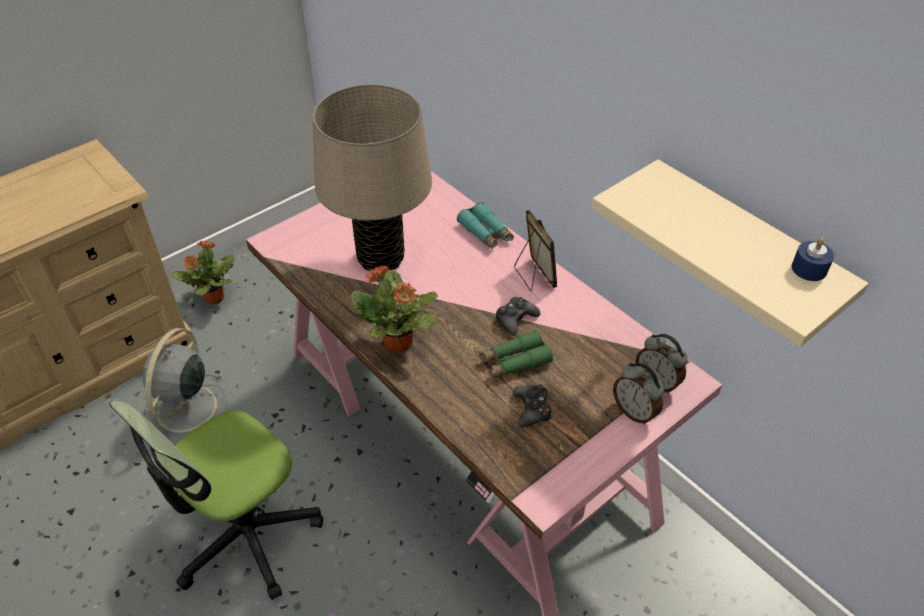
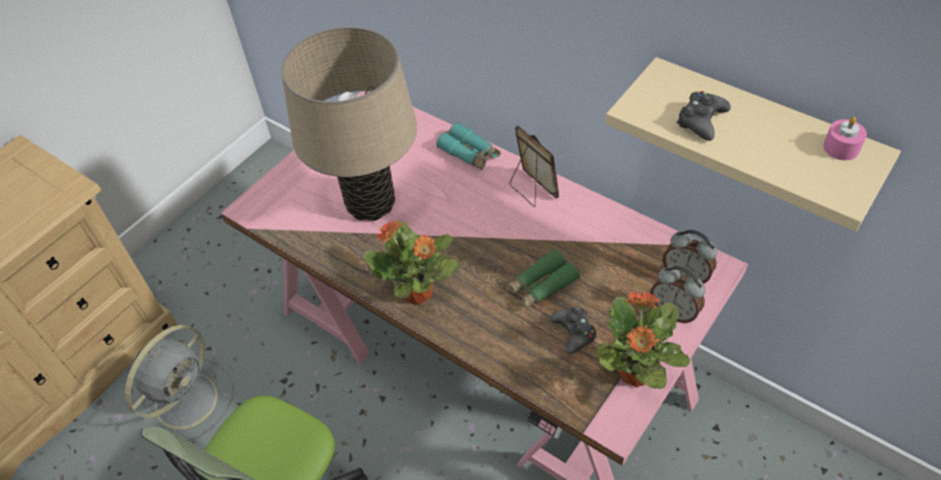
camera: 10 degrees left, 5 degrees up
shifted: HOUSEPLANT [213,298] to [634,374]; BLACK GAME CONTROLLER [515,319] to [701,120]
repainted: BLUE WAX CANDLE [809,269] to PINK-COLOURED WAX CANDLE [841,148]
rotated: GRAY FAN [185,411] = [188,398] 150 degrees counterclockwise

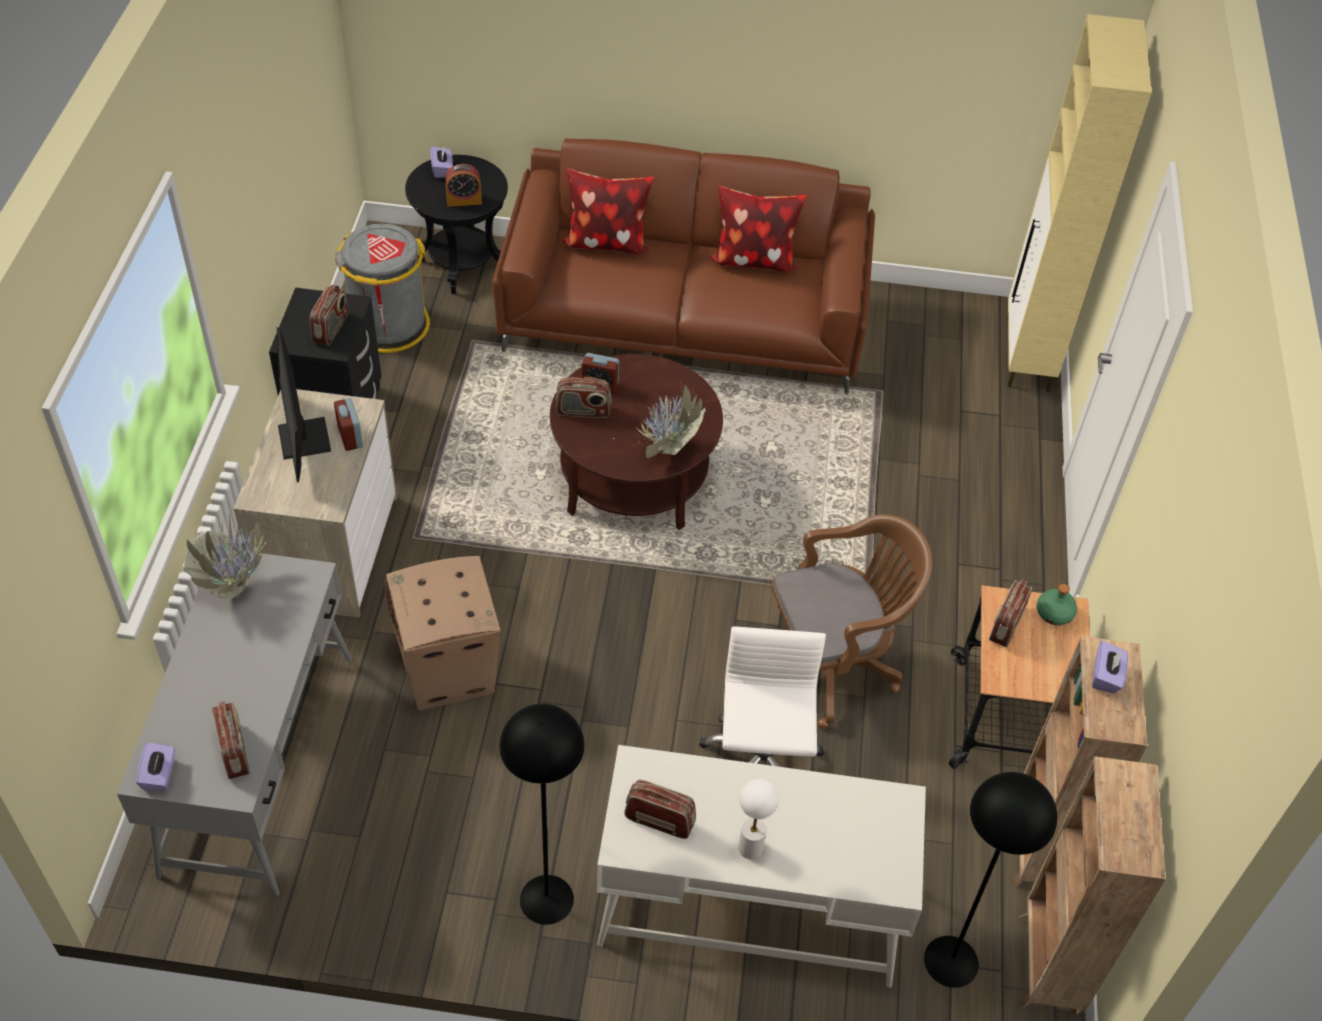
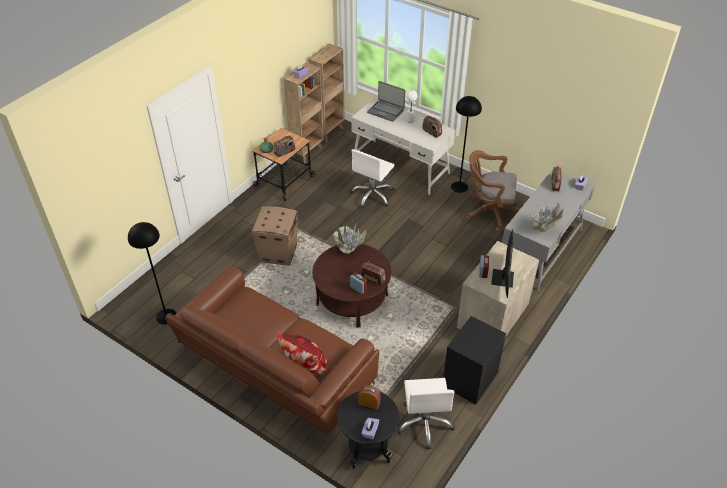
camera: 150 degrees left, 5 degrees down
gone: SAND-COLOURED STORAGE CABINET [1027,355]; THROW PILLOW [753,259]; RADIO [331,329]
new: NOTEBOOK COMPUTER [386,111]
shifted: BROWN-COLOURED OFFICE CHAIR [833,663] to [489,211]; PACKING BOX [449,671] to [278,253]; BLACK STANDARD LAMP [951,960] to [166,316]
swapped: GRAY TRASH CAN [388,325] to WHITE-COLOURED OFFICE CHAIR [425,423]

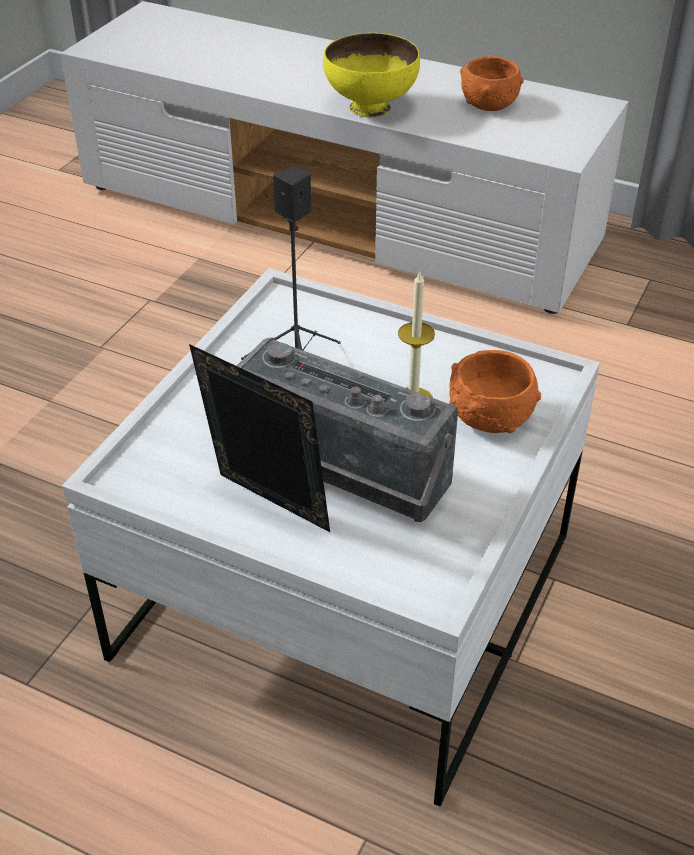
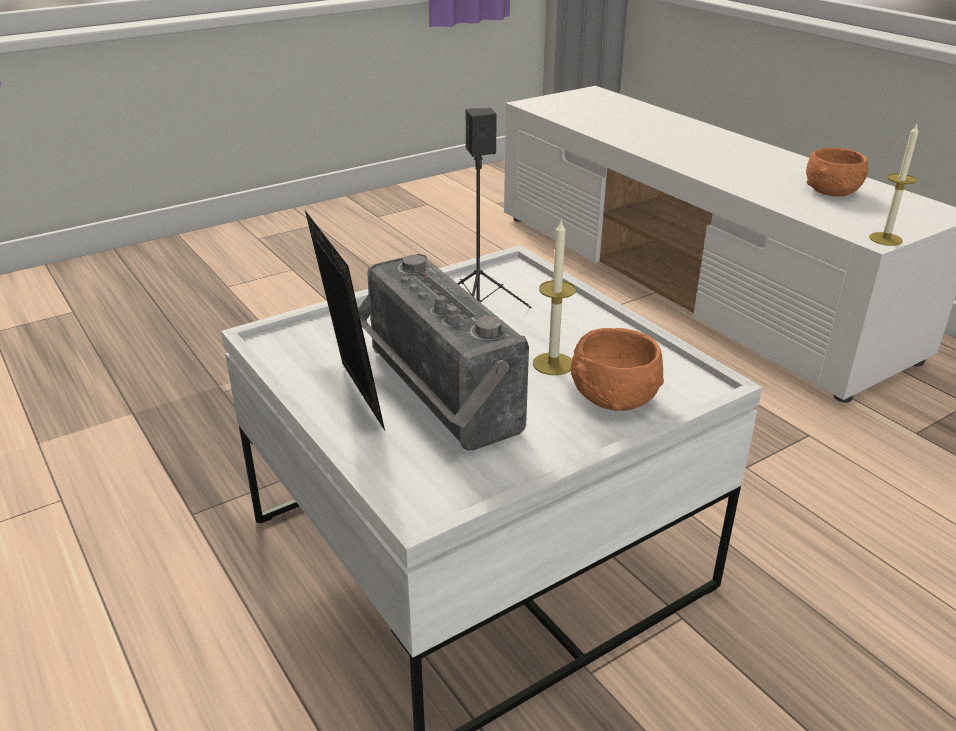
camera: 30 degrees right, 10 degrees down
gone: YELLOWISH DEEP DISH [371,108]
new: WAX CANDLE [885,239]

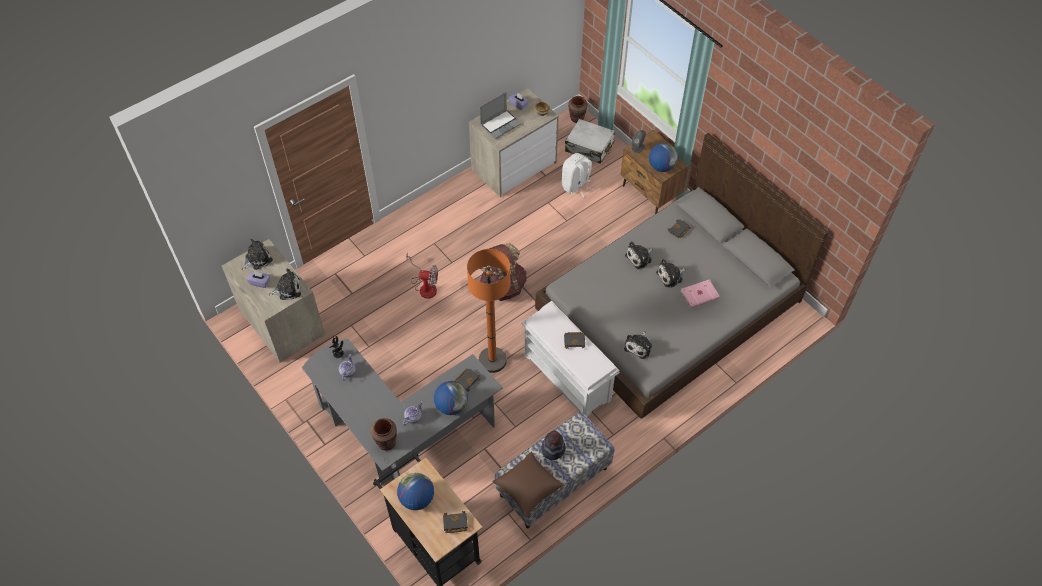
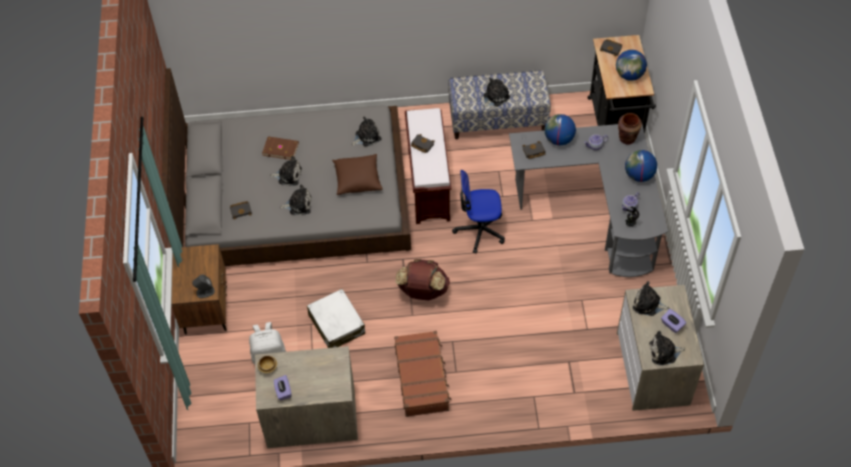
camera: 145 degrees left, 0 degrees up
gone: NOTEBOOK COMPUTER [500,124]; BROWN-COLOURED VASE [577,118]; FAN [425,286]
new: BROWN-COLOURED PIECE OF LUGGAGE [422,378]
shifted: WHITE-COLOURED PIECE OF LUGGAGE [589,147] to [336,324]; GLOBE [661,167] to [639,175]; BROWN-COLOURED THROW PILLOW [528,488] to [357,180]
swapped: ORANGE-COLOURED STANDARD LAMP [492,360] to OFFICE CHAIR [479,230]; CLOTHING HAT [553,449] to CUDDLY TOY [495,97]
repainted: PINK-COLOURED BOUND BOOK [700,295] to BROWN-COLOURED BOUND BOOK [280,148]; WHITE-COLOURED INDOOR BENCH [568,378] to BROWN-COLOURED INDOOR BENCH [428,184]

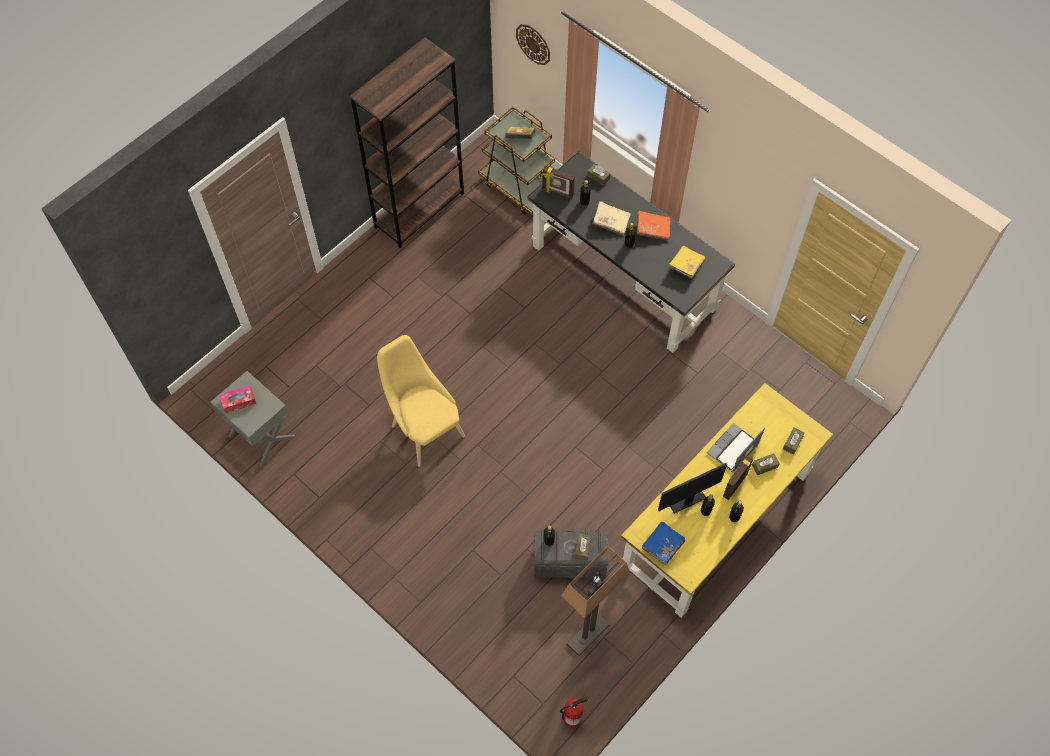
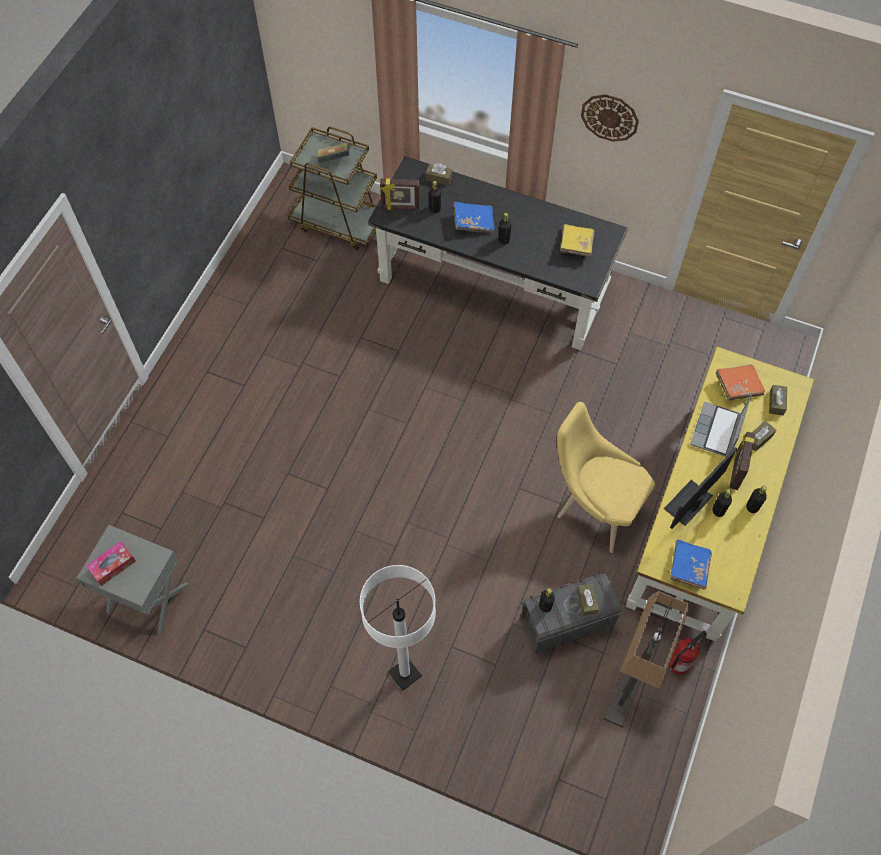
camera: 20 degrees left, 0 degrees up
gone: BROWN-COLOURED SHELVING UNIT [419,210]
new: WHITE-COLOURED STANDARD LAMP [405,674]
shifted: HANGING CLOCK [533,44] to [609,117]; ORANGE-COLOURED BOUND BOOK [652,229] to [738,386]; YELLOWISH UPRIGHT CHAIR [424,428] to [594,507]; FIRE-FIGHTING CYLINDER [573,717] to [678,663]
repainted: SAND-COLOURED BOUND BOOK [610,222] to BLUE BOUND BOOK [473,222]

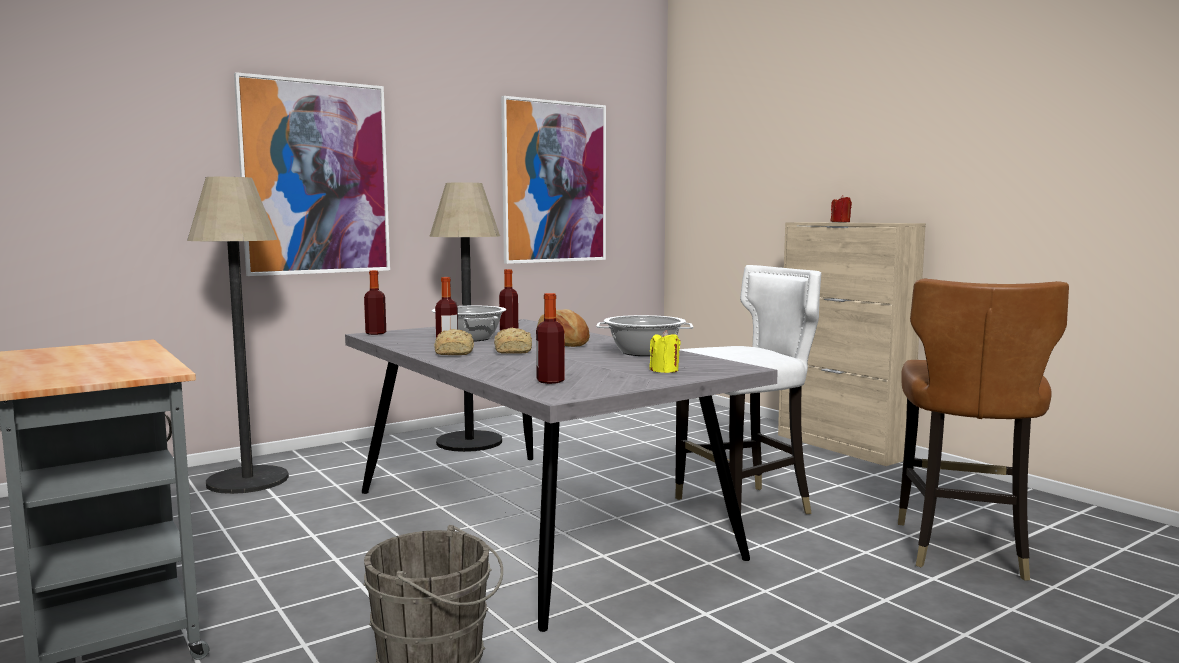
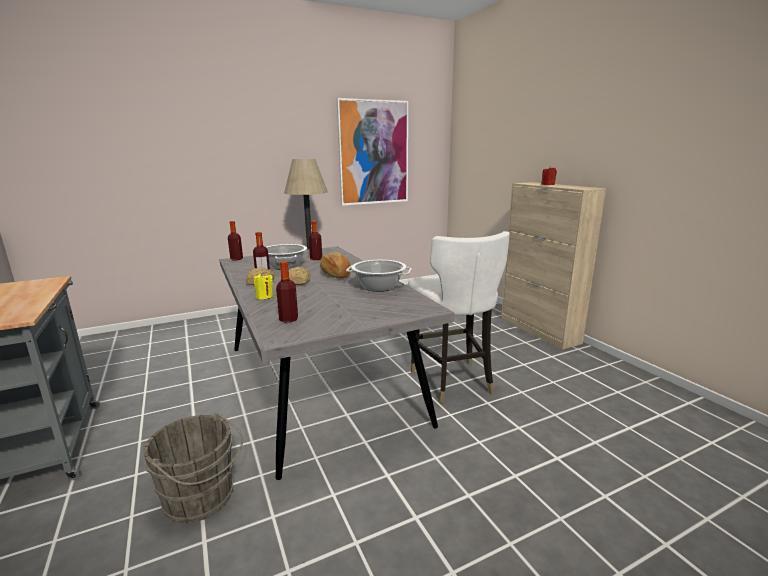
camera: 10 degrees right, 10 degrees up
gone: WALL PICTURE [316,178]; STANDARD LAMP [247,480]; BROWN-COLOURED UPRIGHT CHAIR [963,548]
shifted: YELLOWISH WAX CANDLE [664,370] to [264,296]
rotated: WHITE-COLOURED UPRIGHT CHAIR [742,508] = [452,380] 90 degrees clockwise

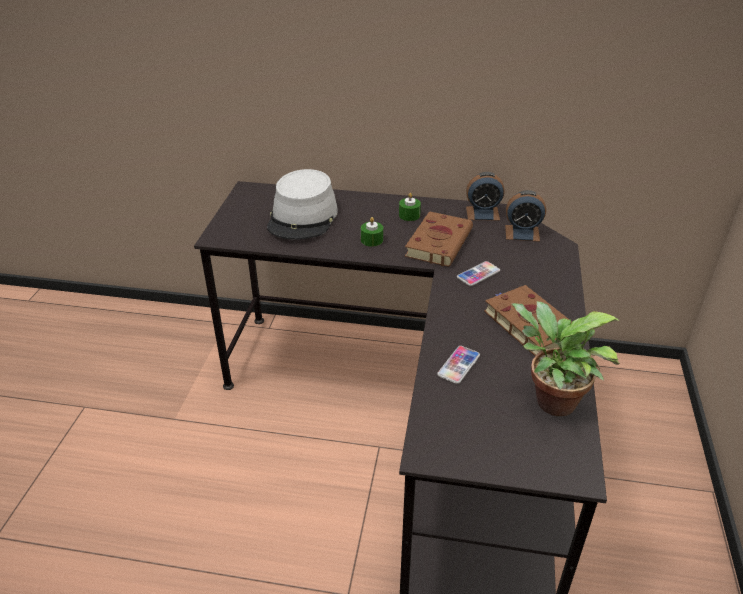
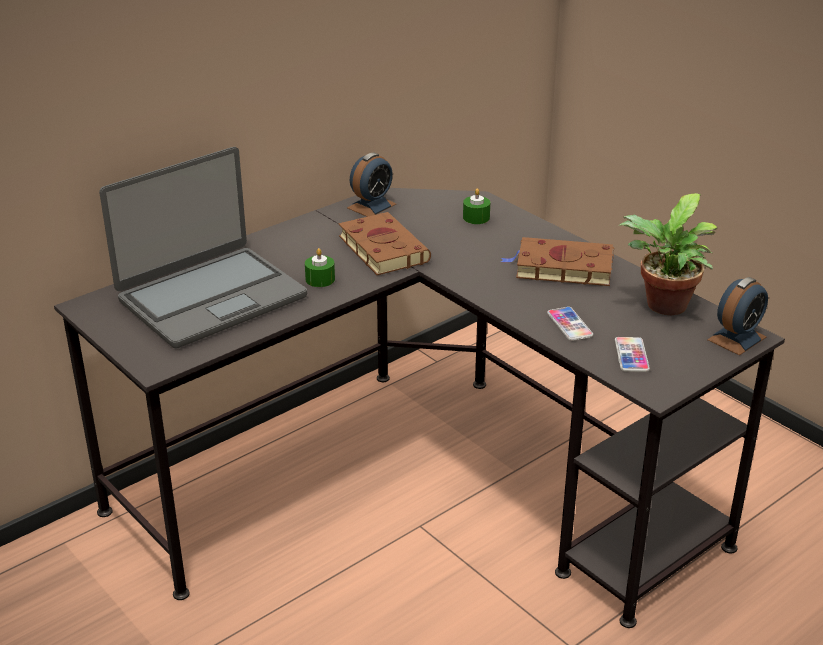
camera: 50 degrees left, 5 degrees down
shifted: TABLE CLOCK [522,233] to [736,338]; GREEN WAX CANDLE [409,215] to [476,217]; HANDSET [478,274] to [631,355]
swapped: GRAY CLOTHING HAT [303,217] to NOTEBOOK COMPUTER [211,298]

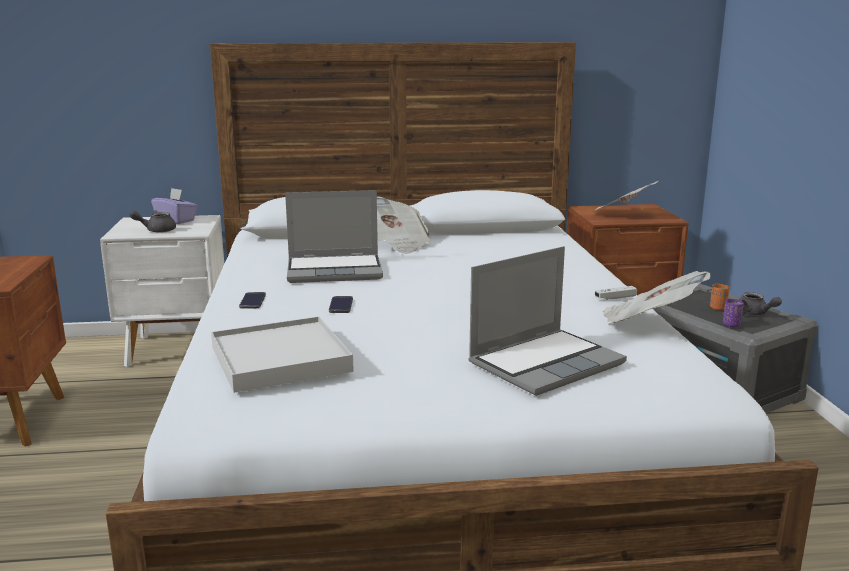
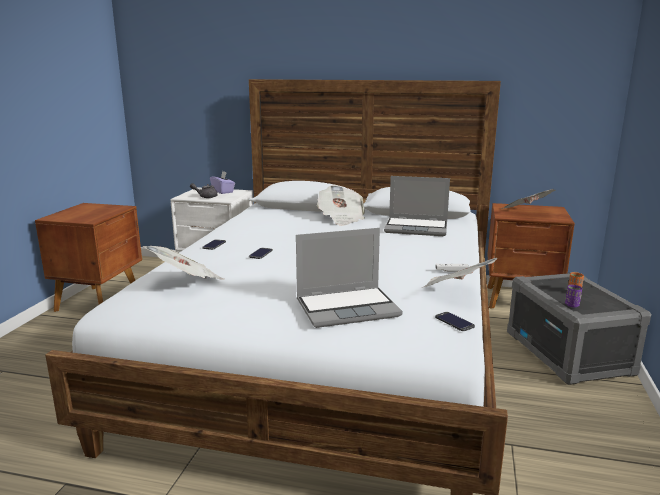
camera: 20 degrees right, 0 degrees up
gone: GRAY TEA POT [754,314]
new: HANDSET [454,322]
shifted: NOTEBOOK COMPUTER [336,270] to [417,228]
swapped: WHITE-COLOURED CARRYING TRAY [280,359] to PRINTED PAPER [186,281]

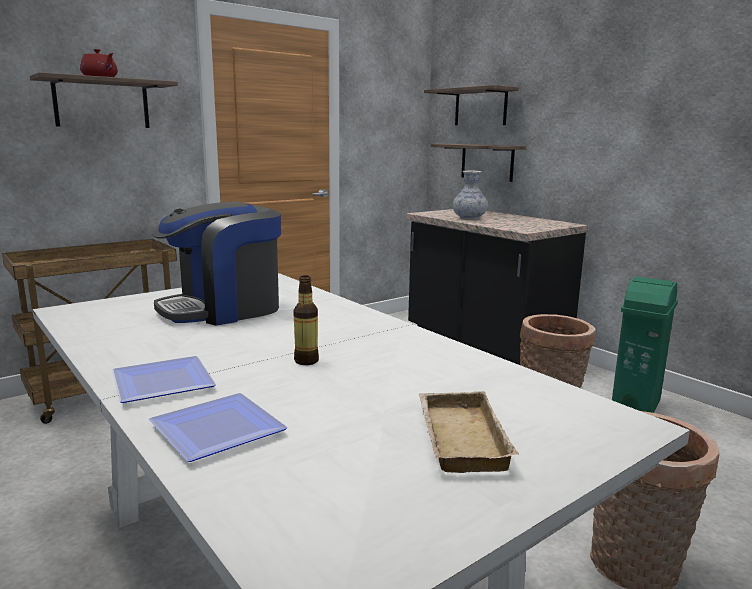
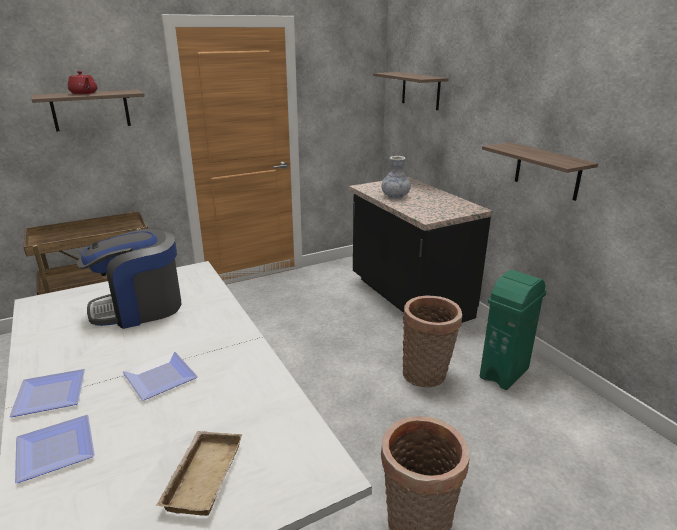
camera: 10 degrees right, 10 degrees up
shifted: BRACKET SHELF [487,162] to [547,171]
swapped: DRINK BOTTLE [306,361] to DINNER PLATE [157,377]

